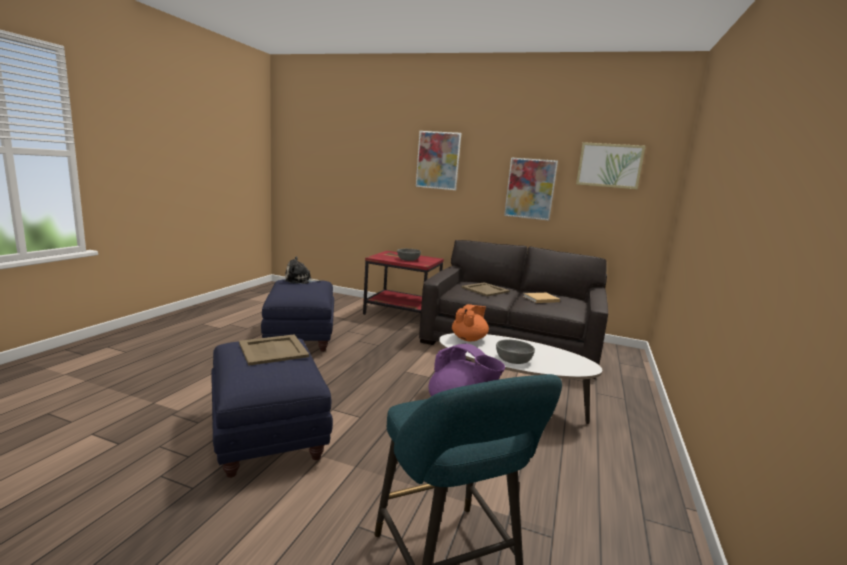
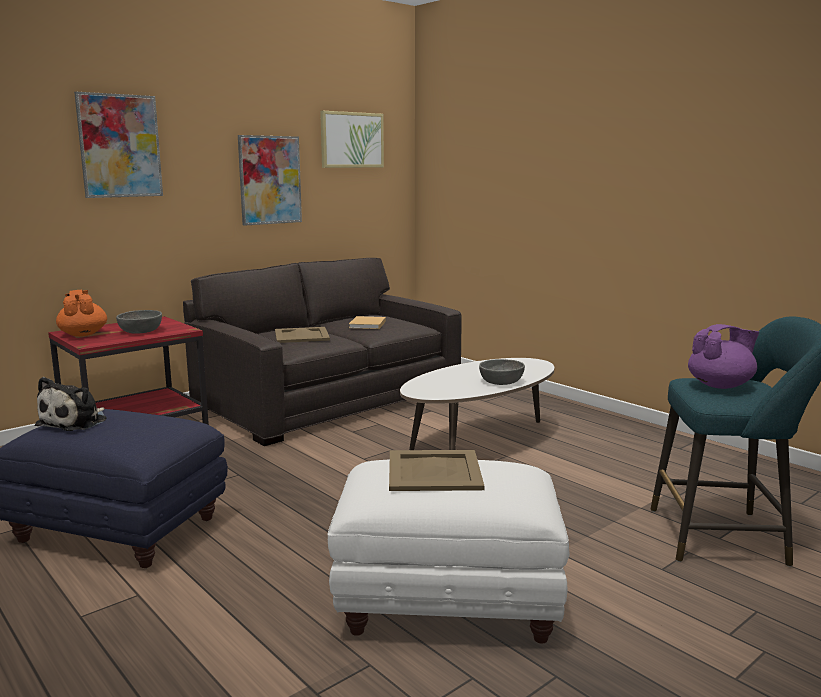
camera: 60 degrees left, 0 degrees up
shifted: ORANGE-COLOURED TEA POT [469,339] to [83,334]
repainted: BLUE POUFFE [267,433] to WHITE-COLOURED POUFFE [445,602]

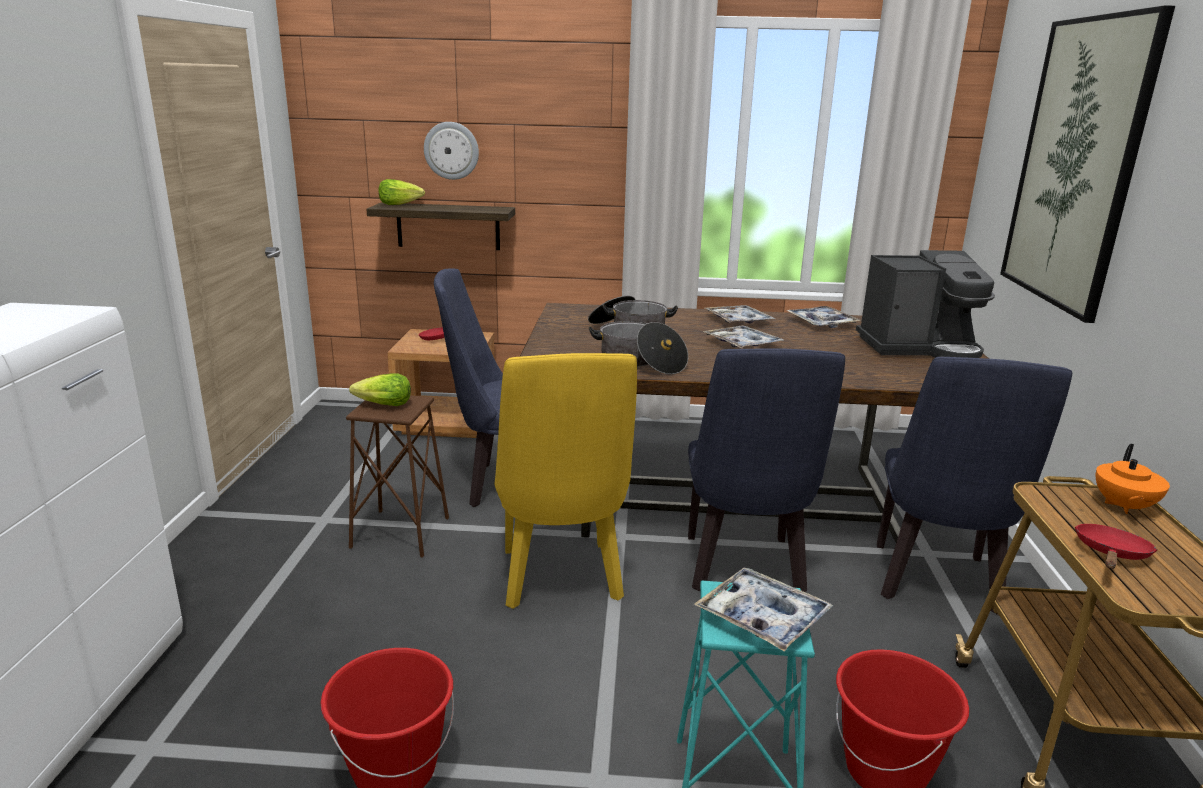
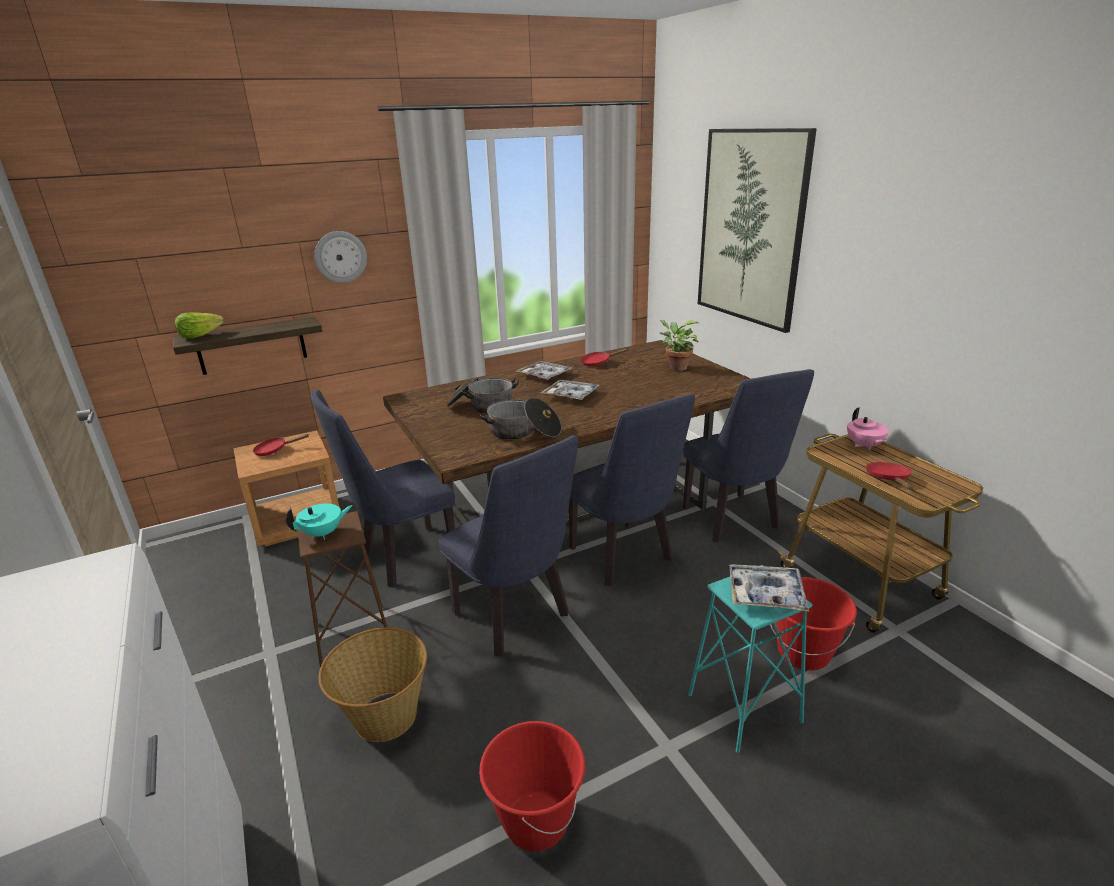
camera: 30 degrees left, 5 degrees up
new: BASKET [384,717]
shifted: HANGING CLOCK [451,150] to [340,257]
swapped: COFFEE MAKER [919,348] to HOUSEPLANT [676,367]; CARRYING TRAY [821,323] to REDDISH FRYING PAN [598,362]; LETTUCE HEAD [384,405] to TURQUOISE-COLOURED TEA POT [323,533]
repainted: YELLOWISH UPRIGHT CHAIR [561,581] to BLUE UPRIGHT CHAIR [516,619]; ORANGE-COLOURED TEA POT [1123,506] to PINK-COLOURED TEA POT [864,446]

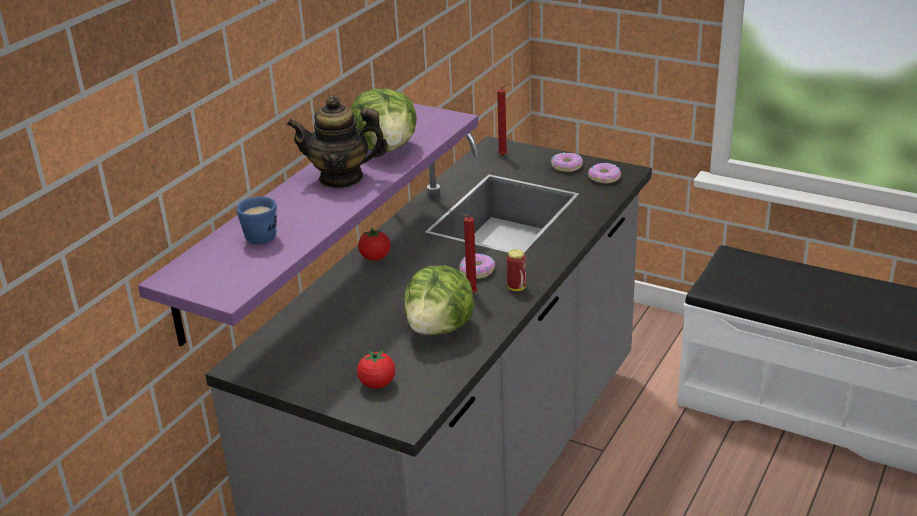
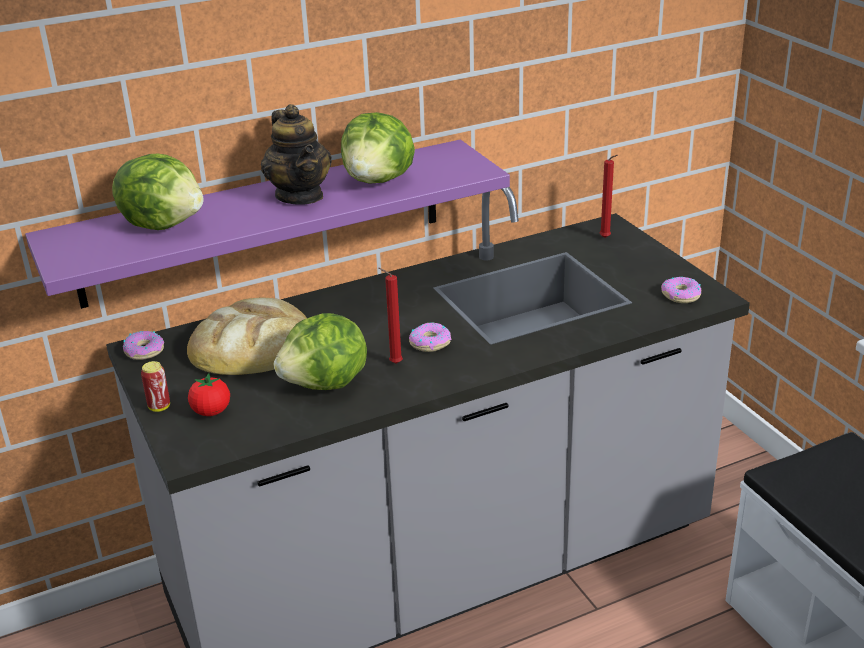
camera: 35 degrees right, 0 degrees up
gone: FRESH TOMATO [375,257]
new: BREAD [252,345]
shifted: DOUGHNUT [566,166] to [144,351]; SEALED CAN [516,288] to [159,407]
swapped: BLUE COFFEE MUG [260,235] to LETTUCE HEAD [164,224]
rotated: TEA POT [341,178] = [300,196] 150 degrees counterclockwise

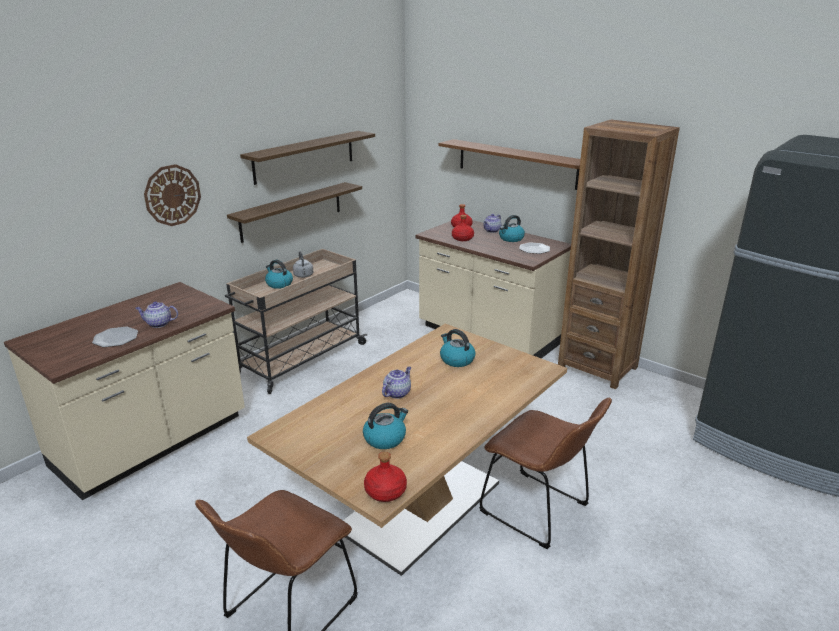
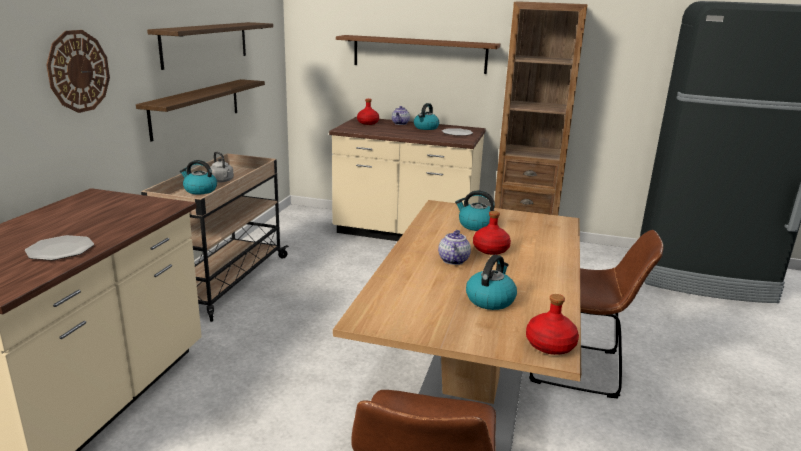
camera: 25 degrees left, 5 degrees down
gone: TEA POT [158,324]
shifted: REDDISH DRINK BOTTLE [462,238] to [490,249]

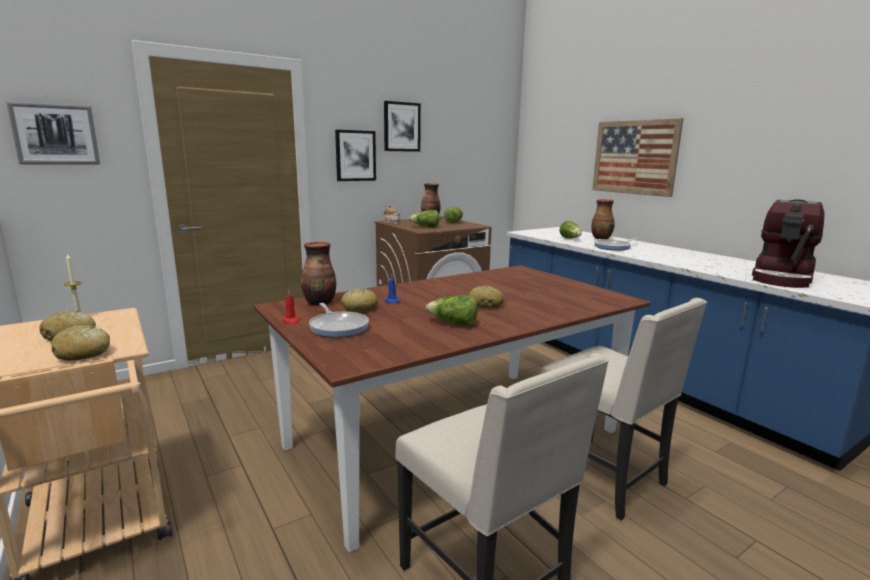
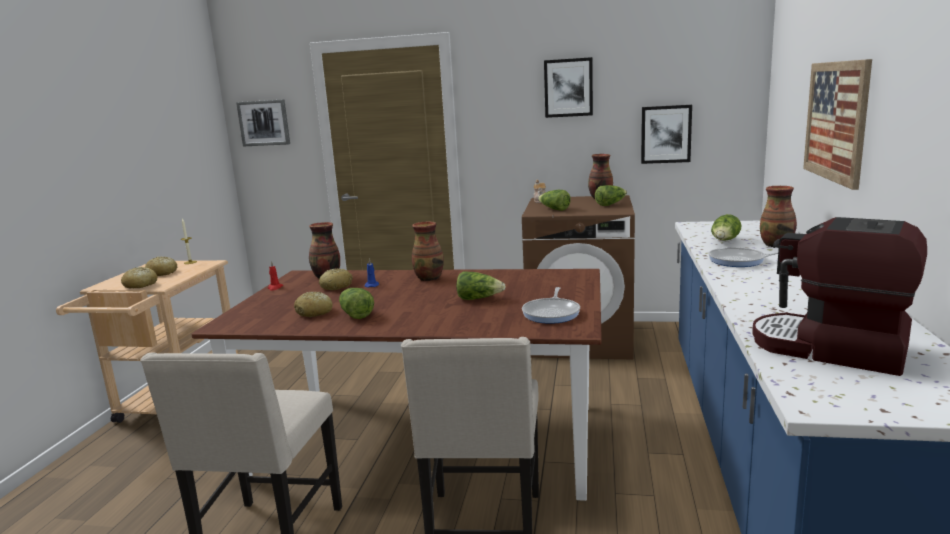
camera: 45 degrees right, 0 degrees up
new: VASE [429,278]; LETTUCE HEAD [479,299]
shifted: WALL PICTURE [355,155] to [665,134]; BREAD [485,305] to [314,312]; FRYING PAN [338,327] to [552,313]
rotated: COFFEE MAKER [783,277] = [831,348] 45 degrees clockwise

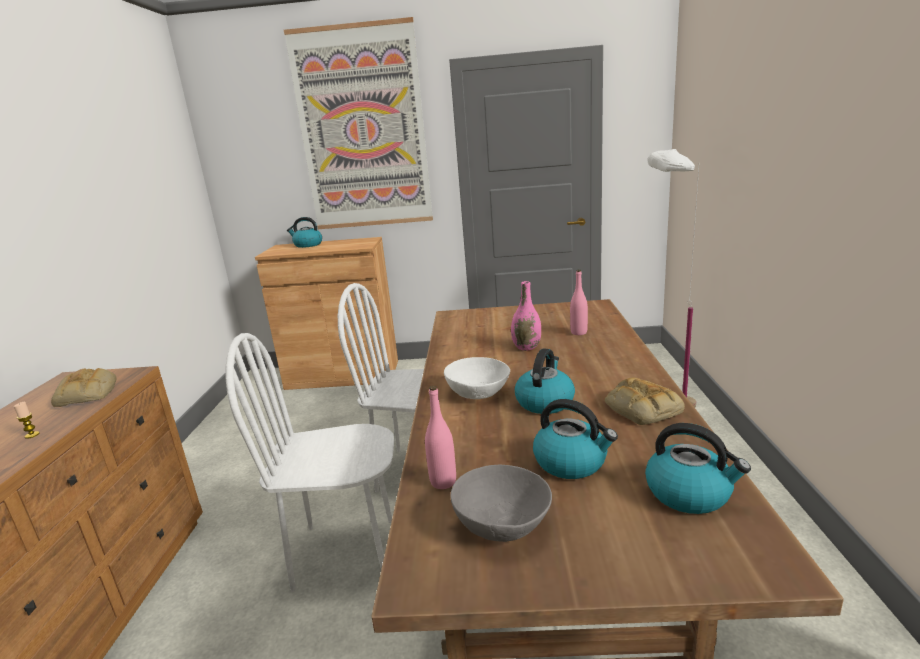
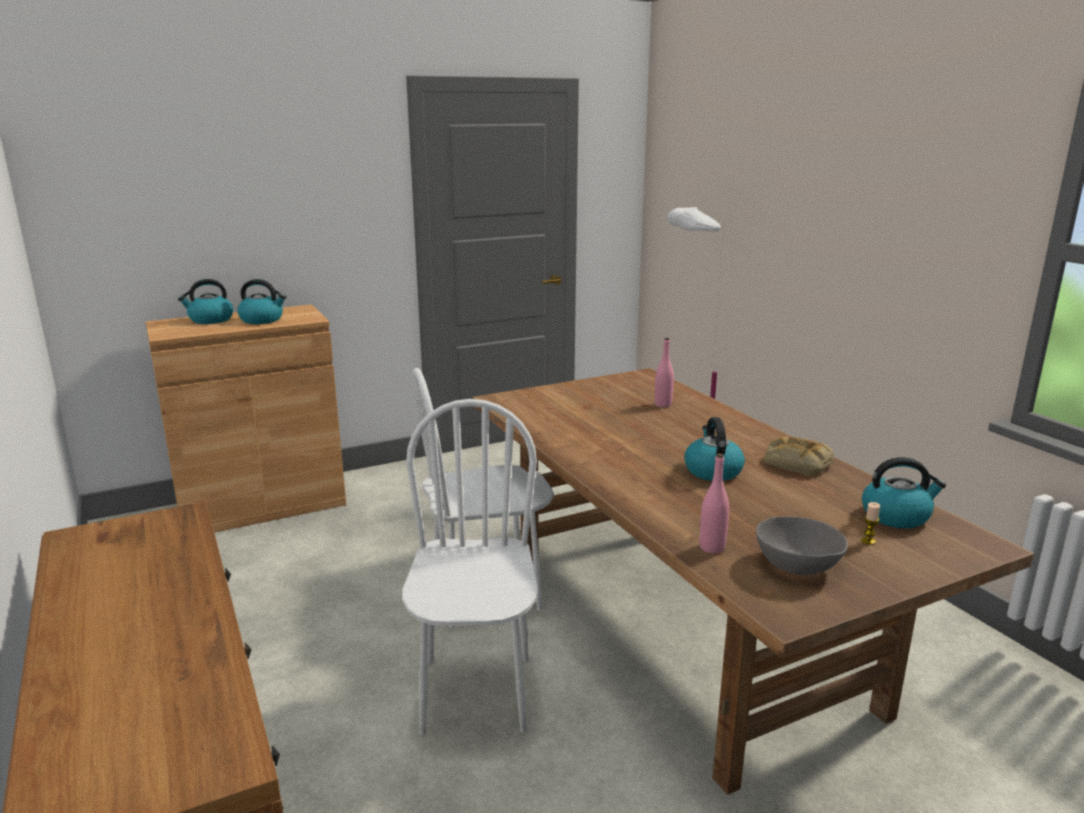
camera: 30 degrees left, 0 degrees up
gone: WALL PICTURE [362,130]; PINK-COLOURED VASE [526,347]; WHITE-COLOURED DEEP DISH [478,392]; BREAD [88,394]
shifted: WATER KETTLE [571,462] to [262,320]; WAX CANDLE [32,435] to [868,541]
rotated: WHITE-COLOURED UPRIGHT CHAIR [345,552] = [475,694] 120 degrees clockwise

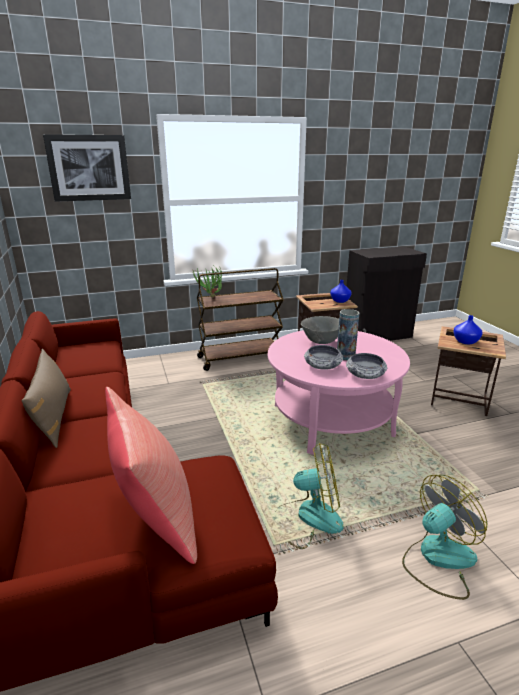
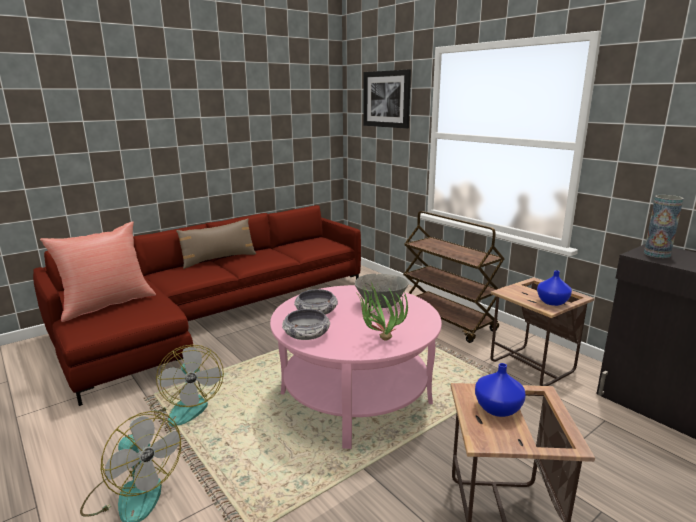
camera: 70 degrees right, 5 degrees down
shifted: HOUSEPLANT [211,298] to [379,340]; VASE [345,356] to [657,254]

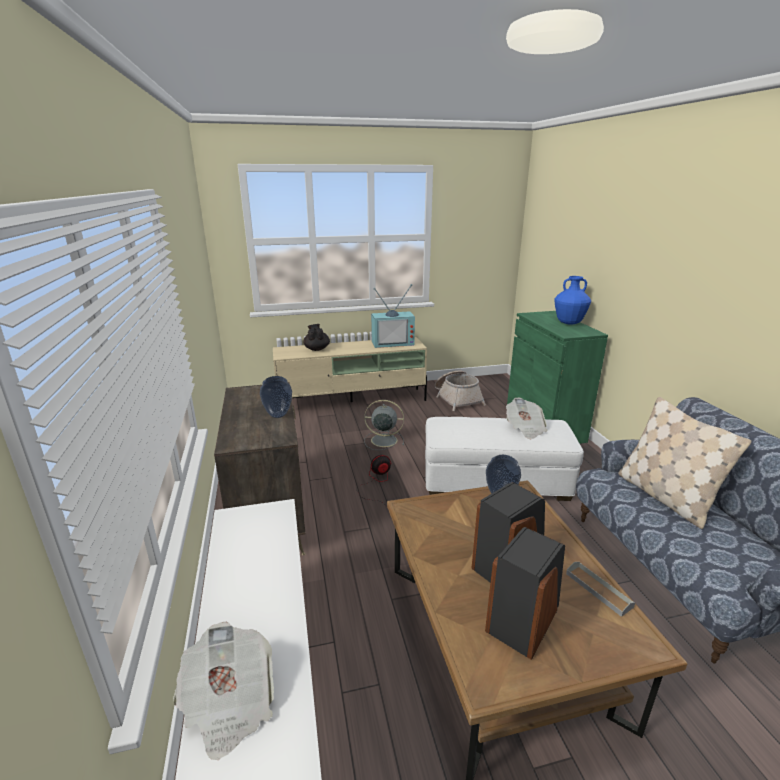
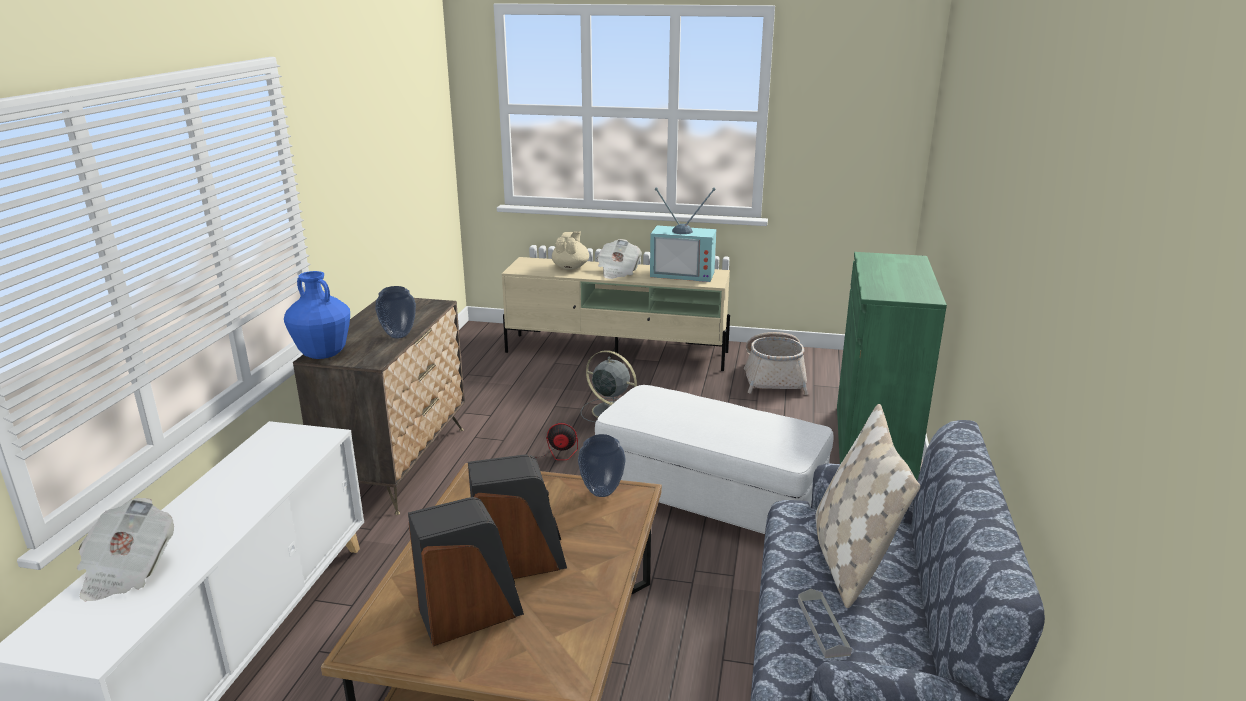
camera: 25 degrees right, 0 degrees up
shifted: BLUE VASE [569,323] to [324,355]; PRINTED PAPER [525,428] to [618,271]; GRAY CARRYING TRAY [598,590] to [823,627]
repainted: BLACK TEA POT [317,349] to SAND-COLOURED TEA POT [570,267]

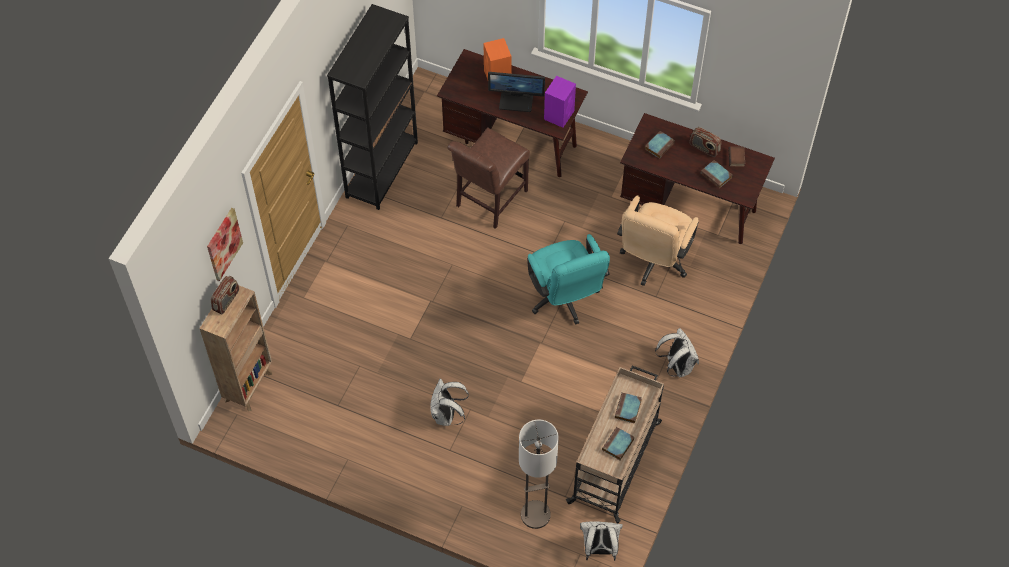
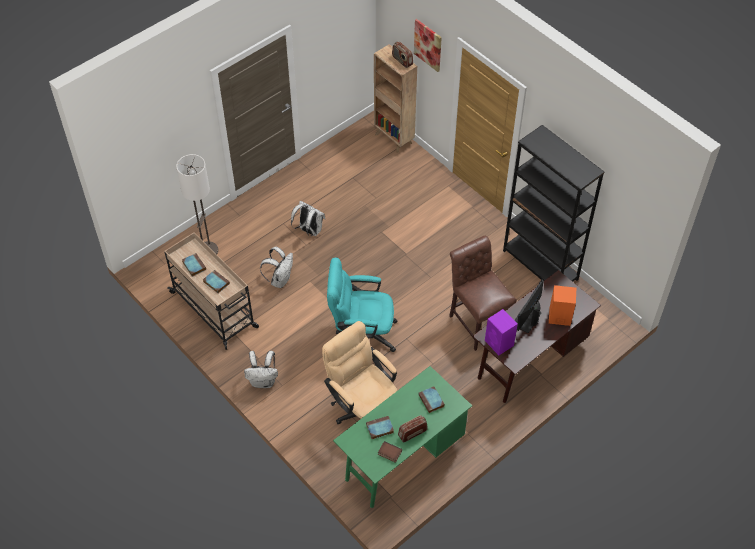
camera: 115 degrees right, 5 degrees down
shifted: WHITE-COLOURED RUCKSACK [599,549] to [280,280]
repainted: BROWN-COLOURED DESK UNIT [689,206] to GREEN DESK UNIT [402,459]

